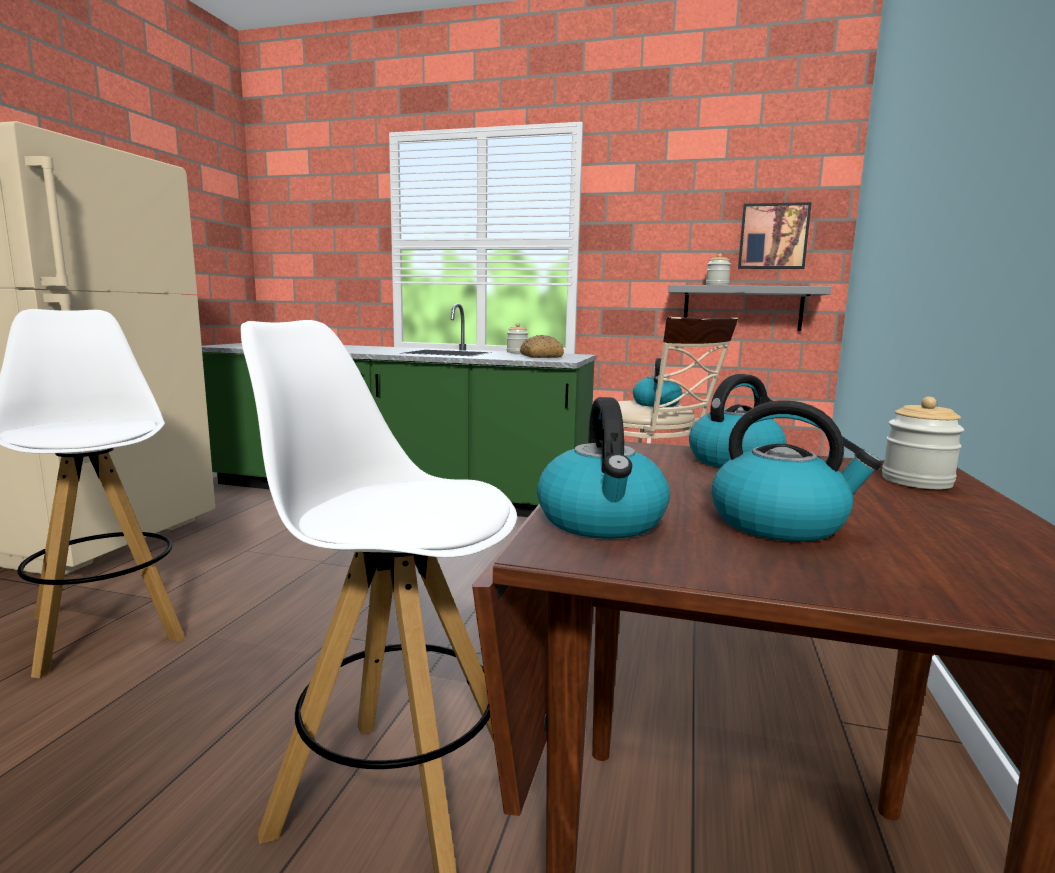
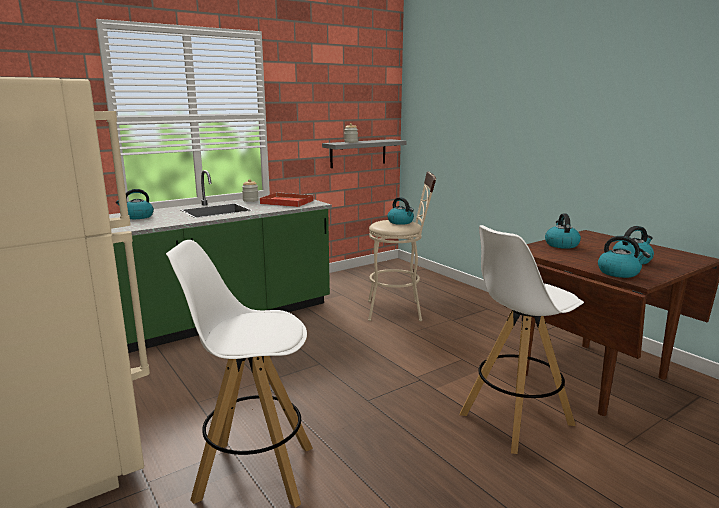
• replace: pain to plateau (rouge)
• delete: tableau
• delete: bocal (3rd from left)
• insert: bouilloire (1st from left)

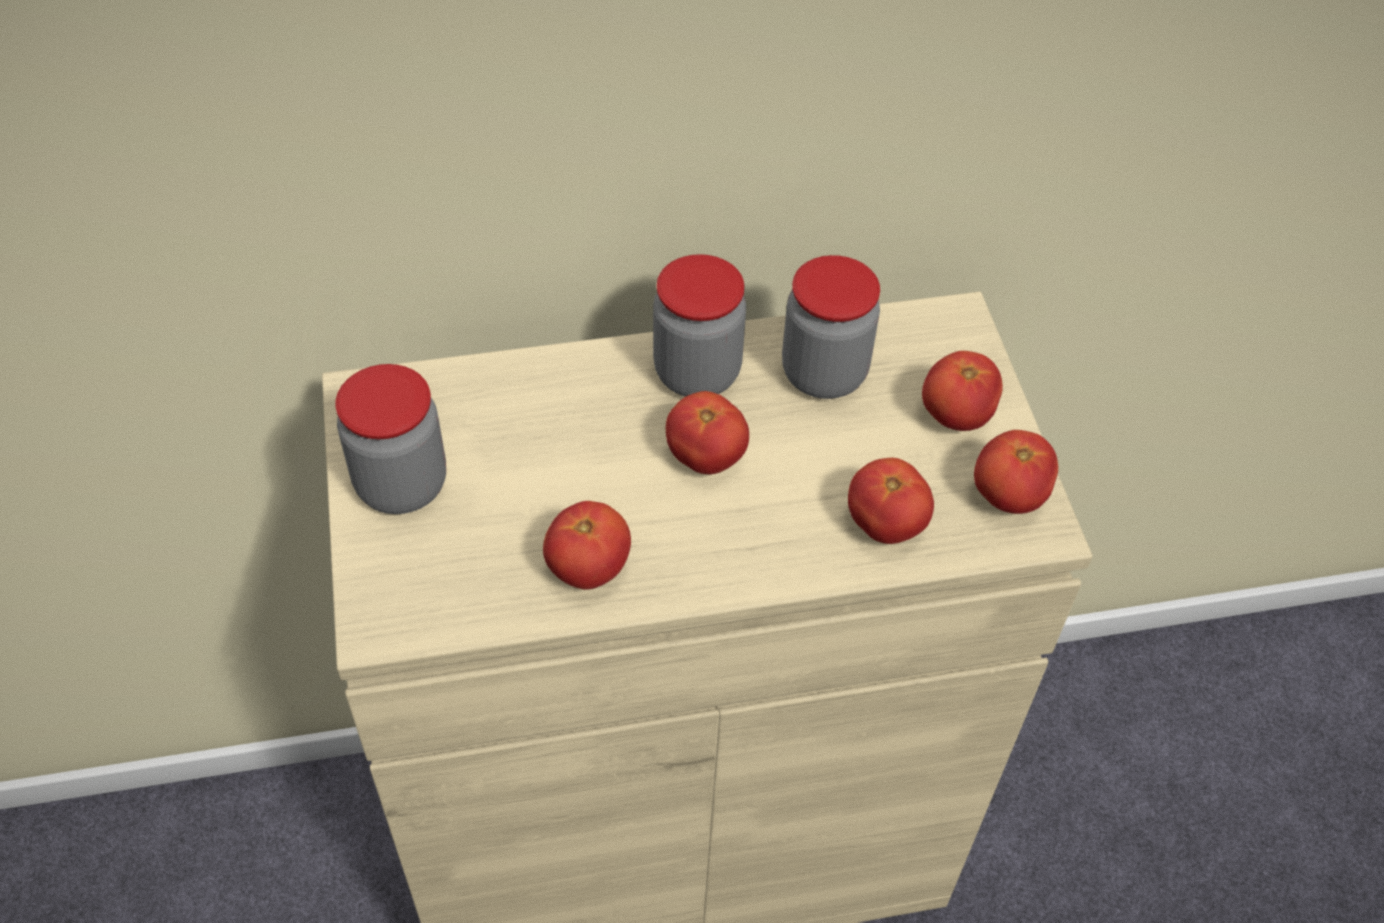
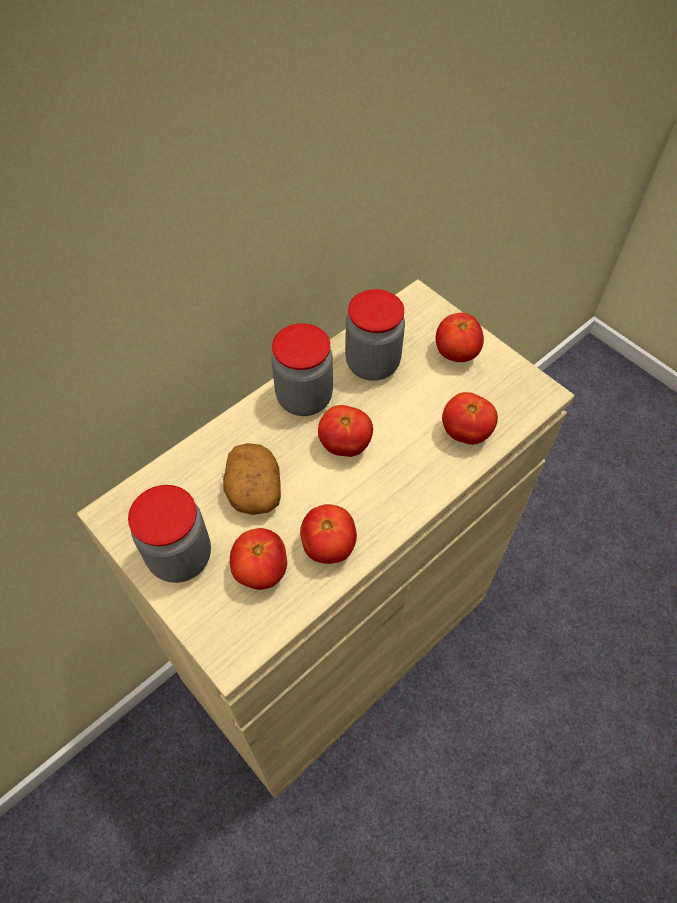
• move: tomate (5th from left in the first image) to tomate (1st from left)
• insert: pomme de terre

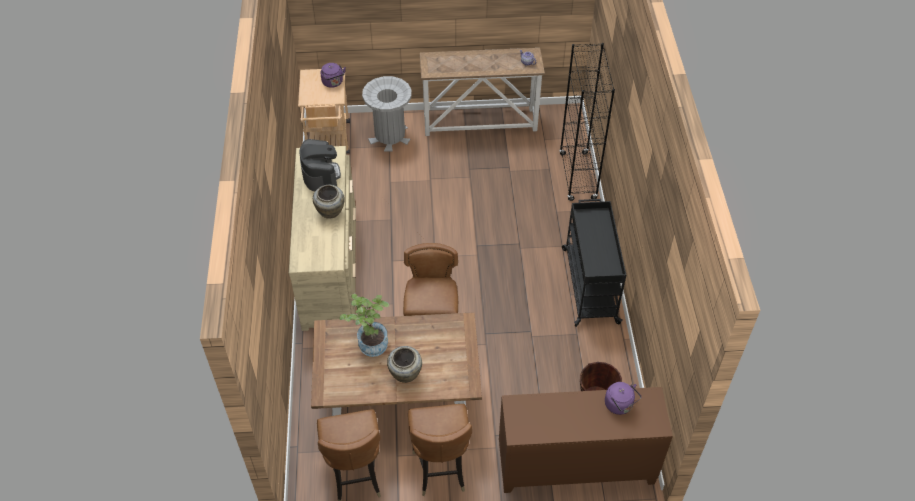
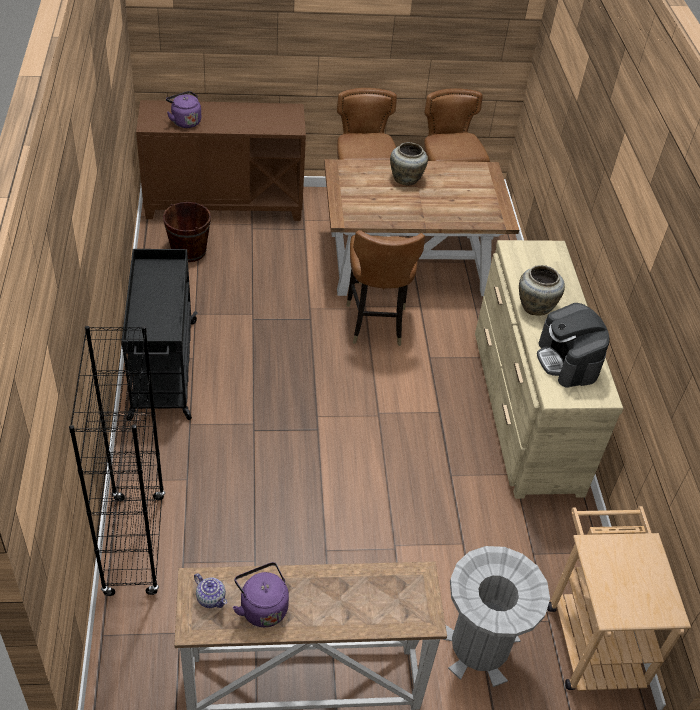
• move: bouilloire (violet) (1st from left in the first image) to bouilloire (violet) (2nd from left)
• delete: plante en pot

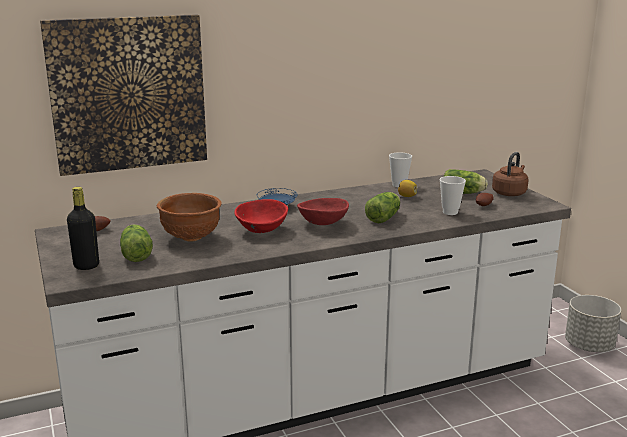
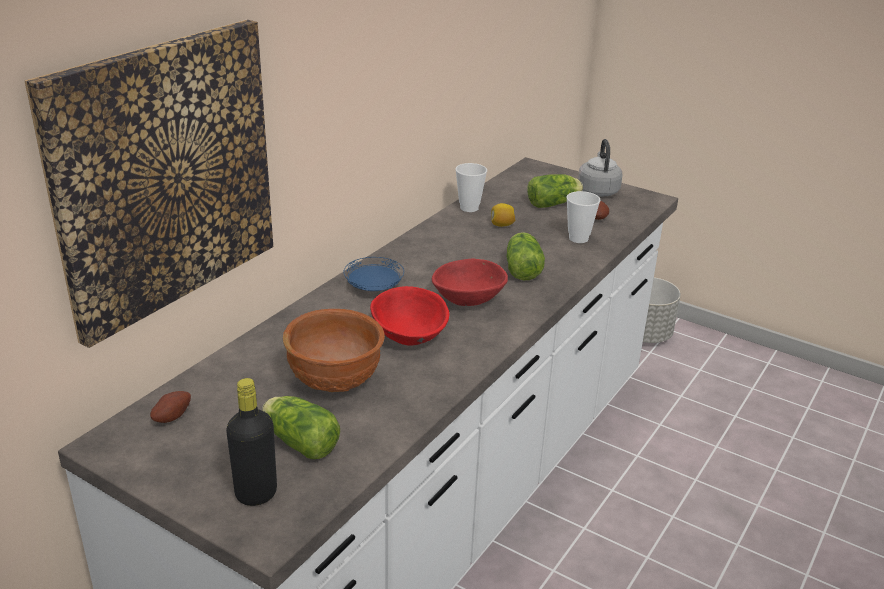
• recolor: bouilloire (marron) to bouilloire (gris)

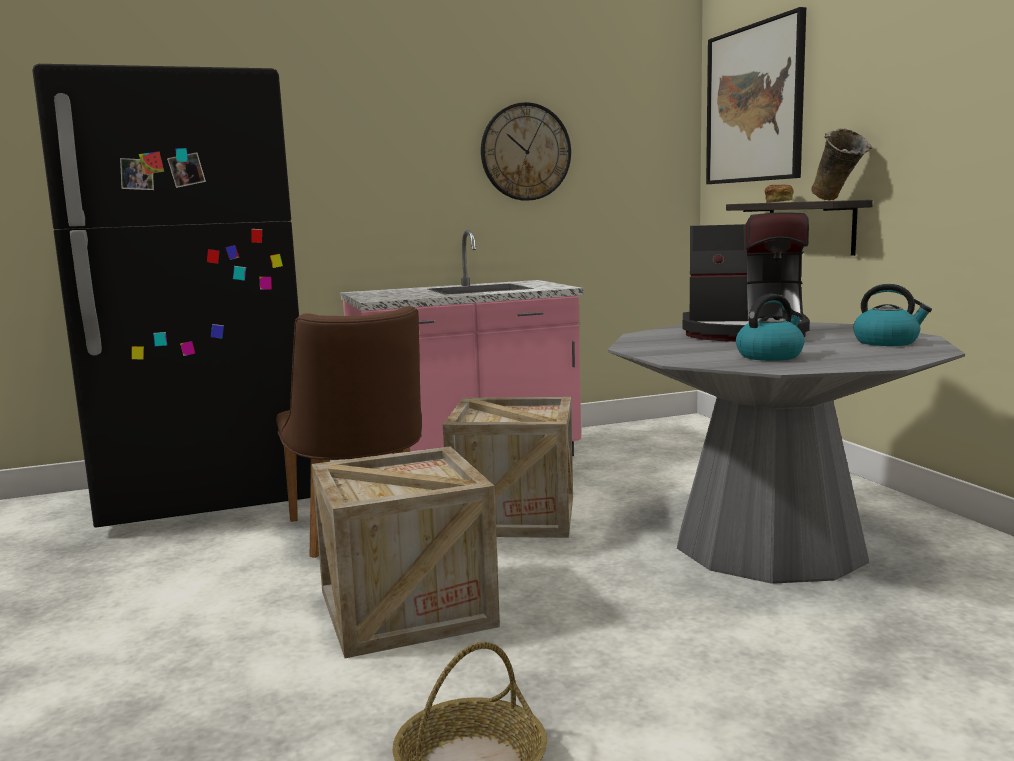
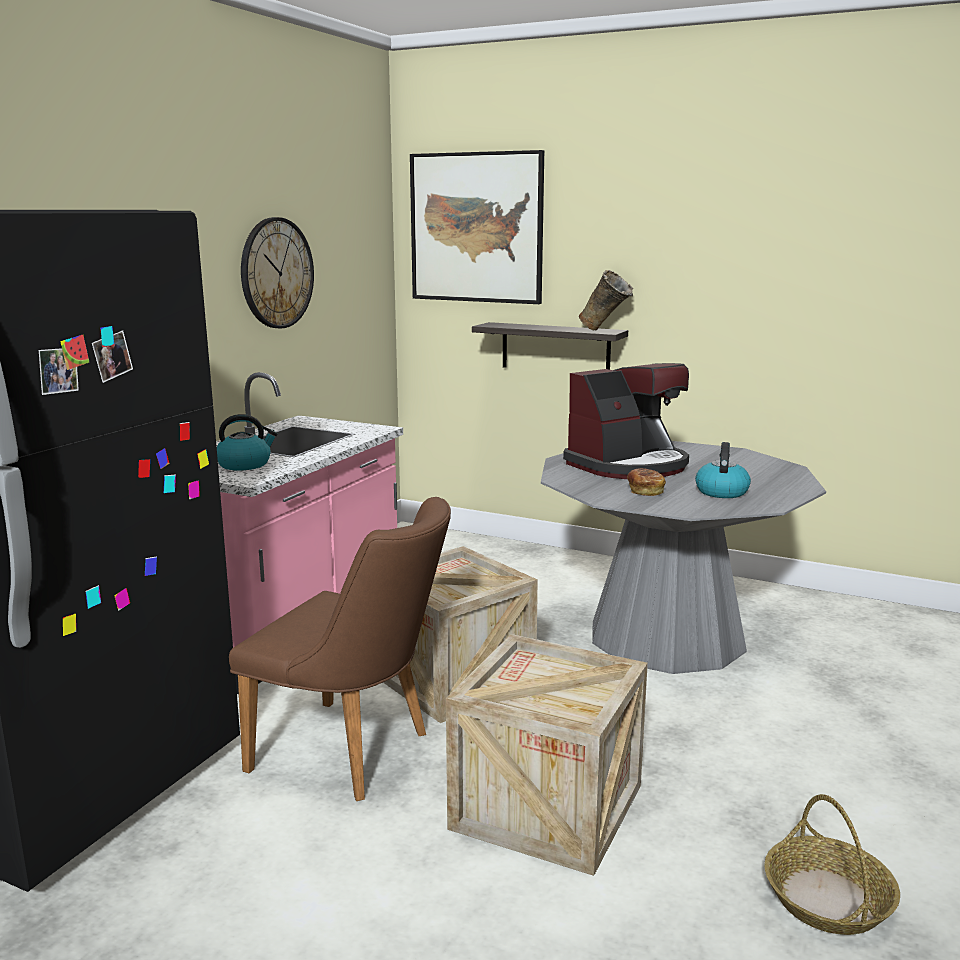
• move: pain
• move: bouilloire (2nd from left in the first image) to bouilloire (1st from left)

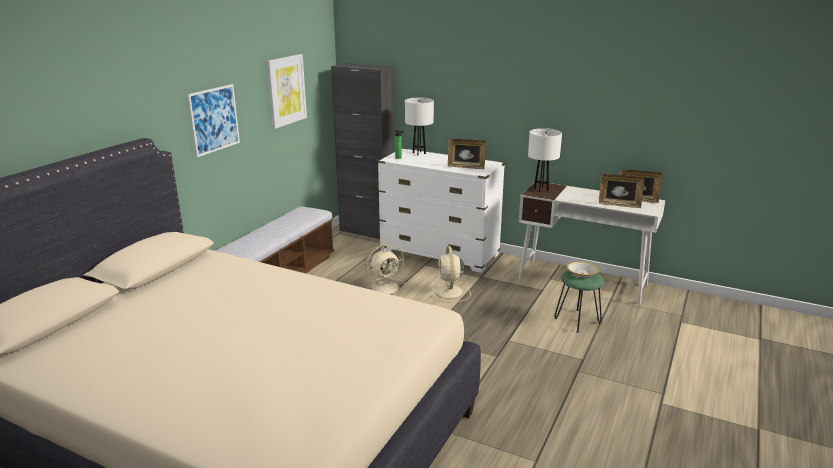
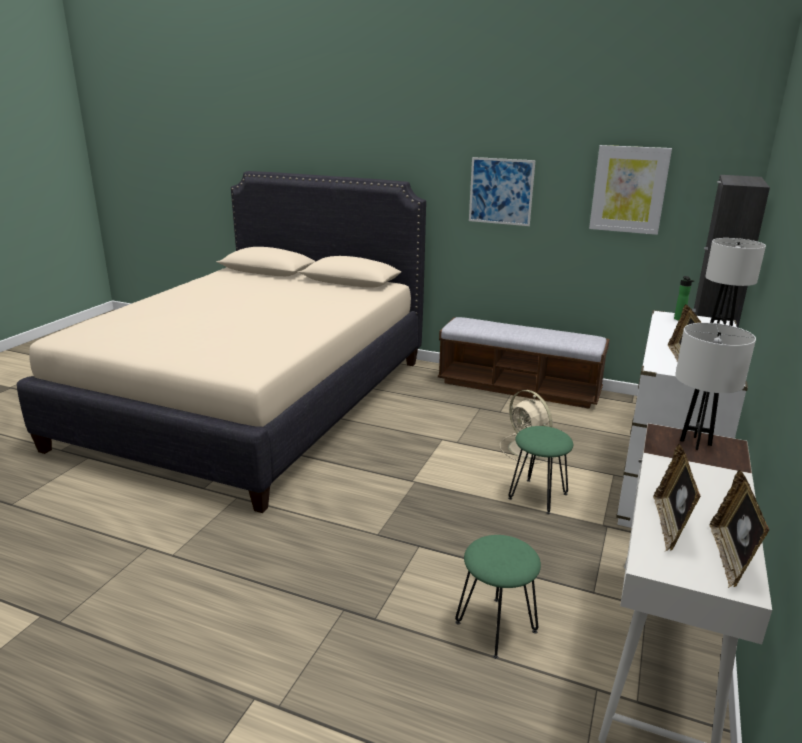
• replace: ventilateur (beige) (2nd from left) to tabouret (vert) (2nd from left)
• delete: bol

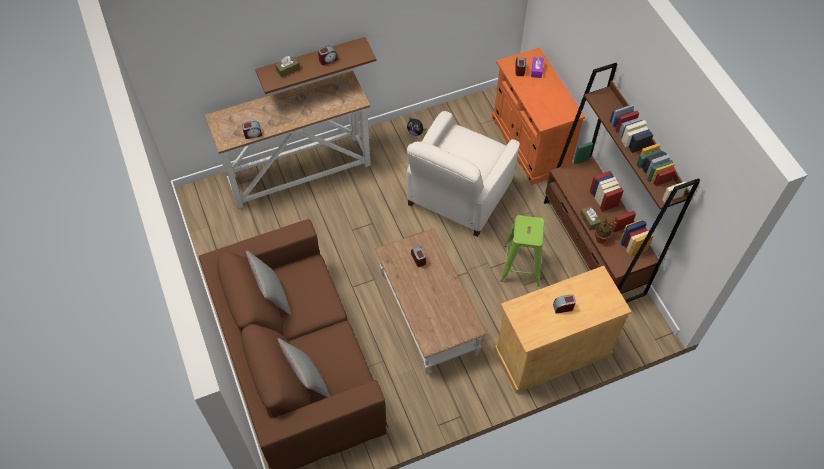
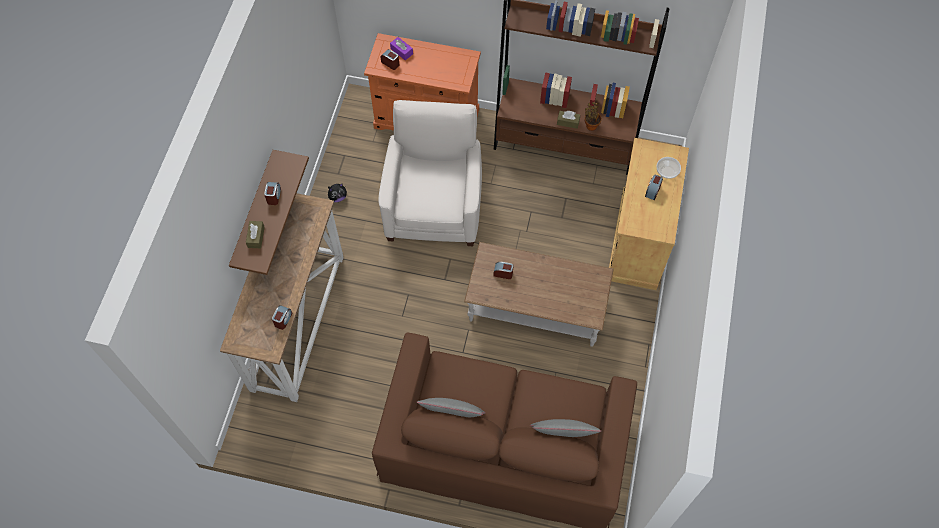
• rotate: fauteuil (blanc) 150 degrees counterclockwise
• delete: tabouret (vert)
• insert: bol

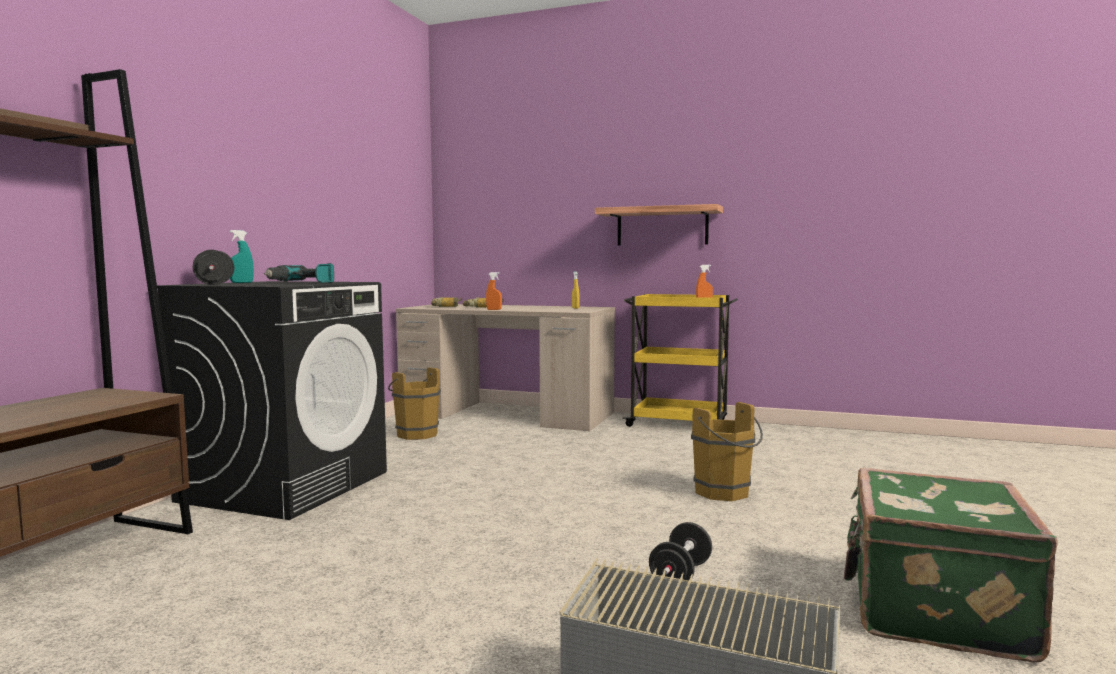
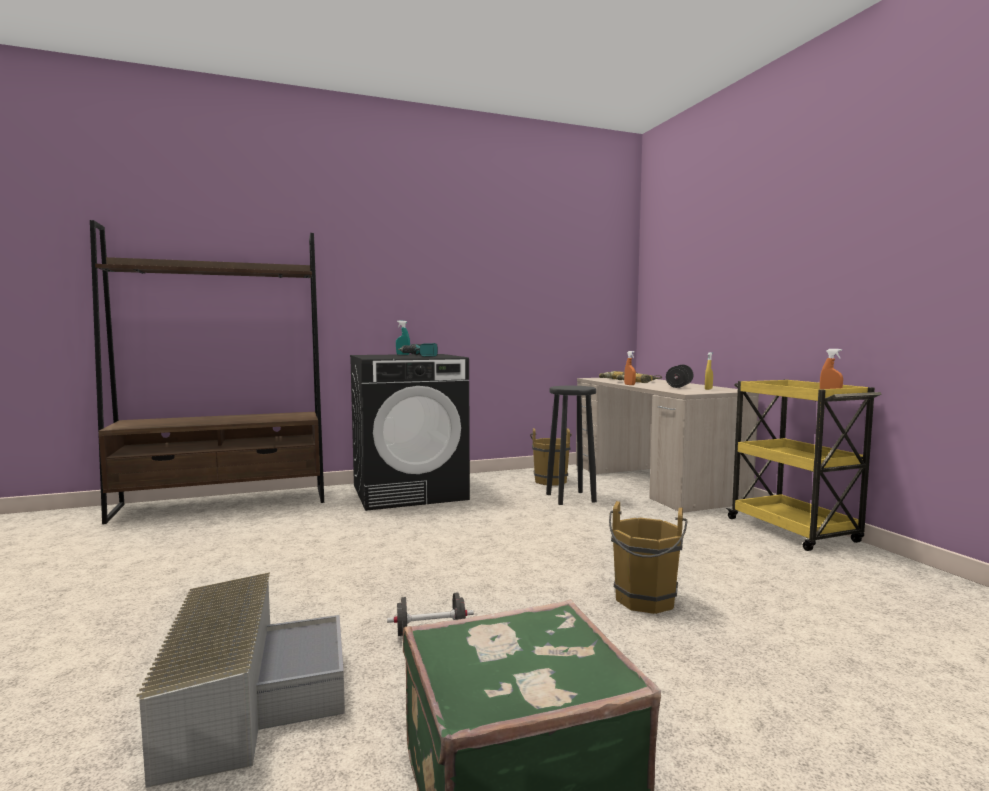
• move: haltère (noir) (1st from left in the first image) to haltère (noir) (2nd from left)
• delete: étagère
• insert: tabouret (noir)

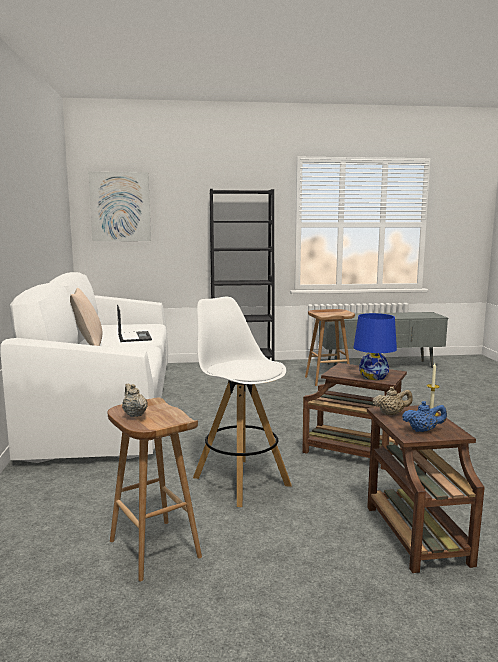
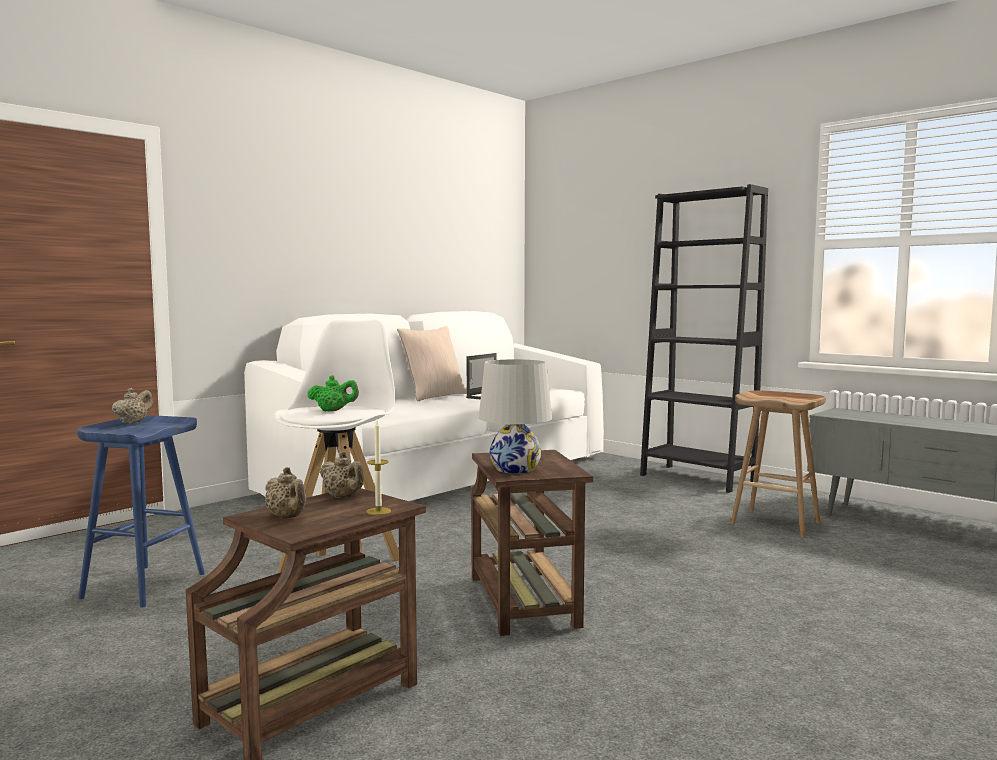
• delete: tableau
• recolor: tabouret (marron) (1st from left) to tabouret (bleu)
• recolor: lampe de table (bleu) to lampe de table (blanc)
• recolor: théière (bleu) to théière (beige) (2nd from left)
• insert: théière (vert)

